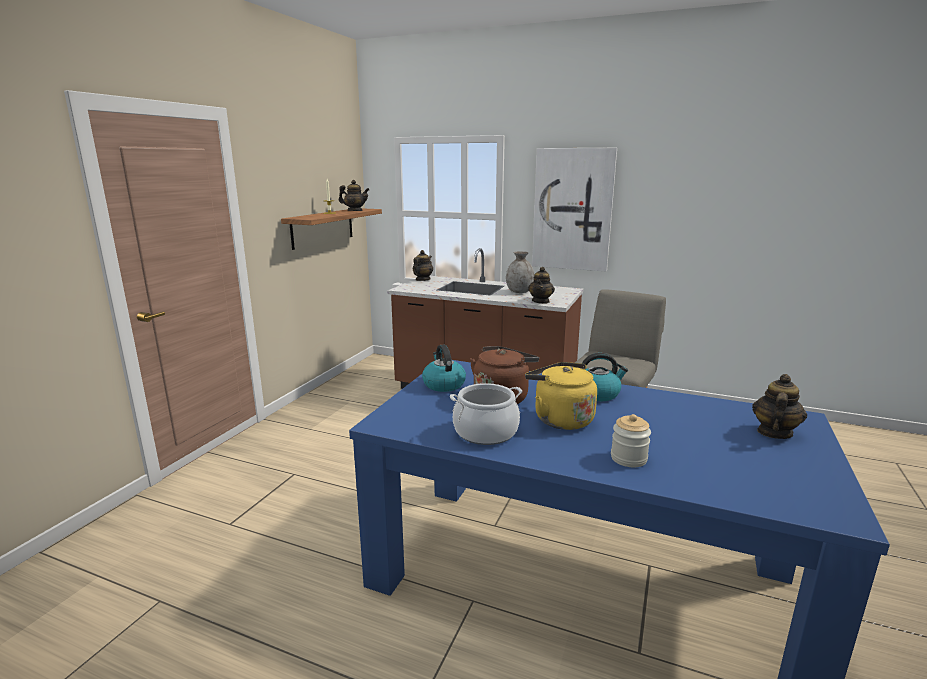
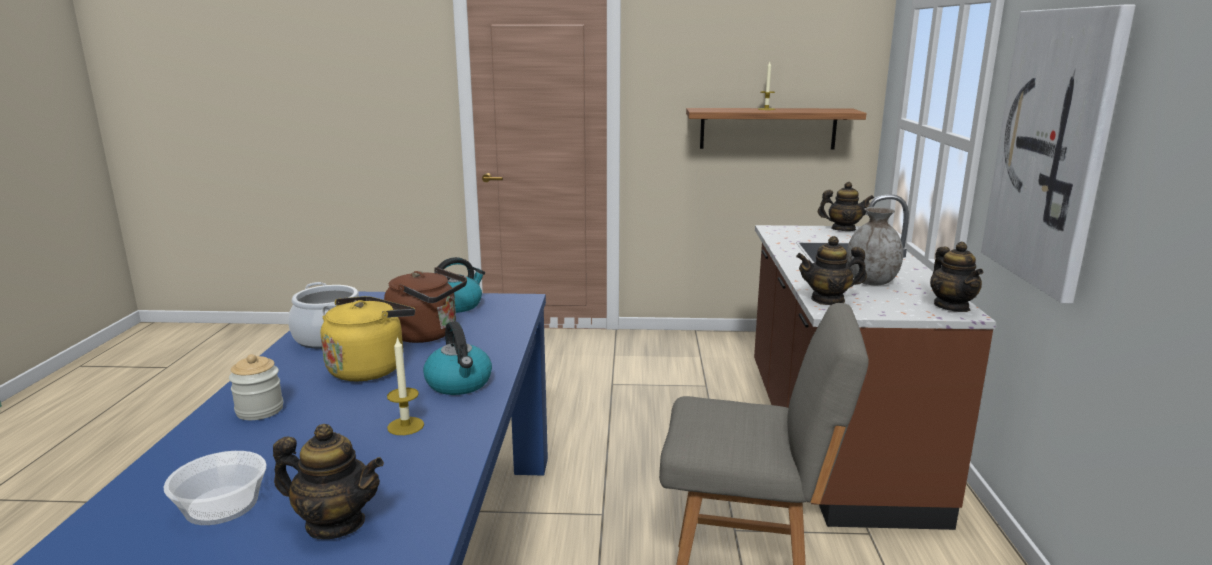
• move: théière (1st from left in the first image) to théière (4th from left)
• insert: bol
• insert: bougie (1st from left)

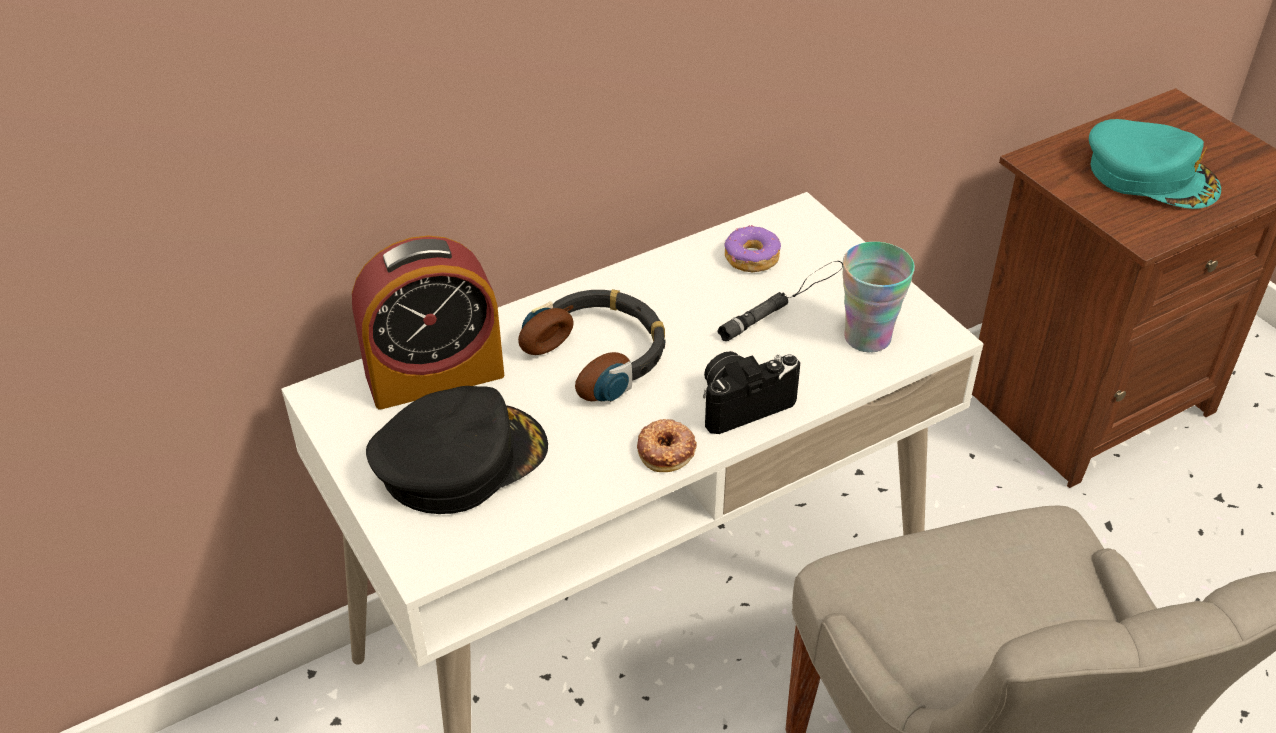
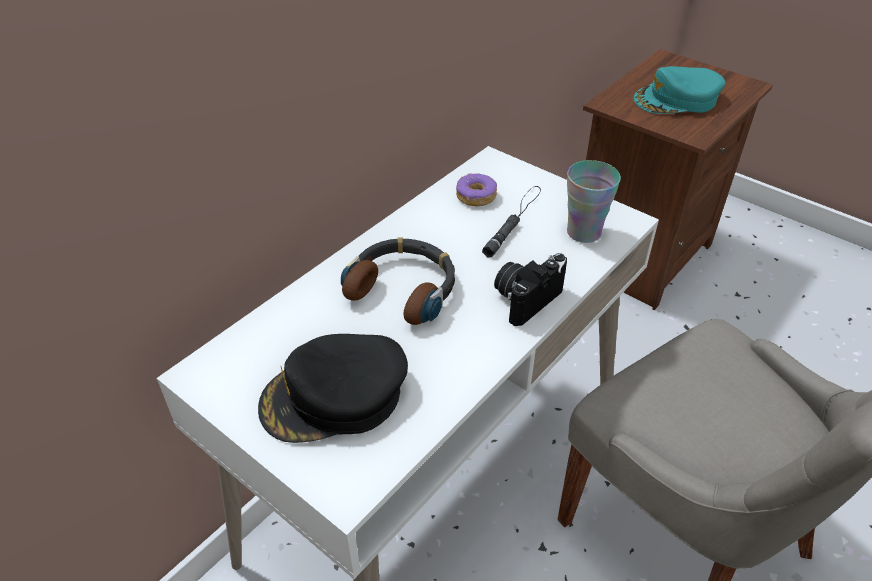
• delete: réveil
• rotate: casquette (noir) 150 degrees counterclockwise
• delete: beignet (1st from left)
• rotate: casquette (turquoise) 150 degrees clockwise

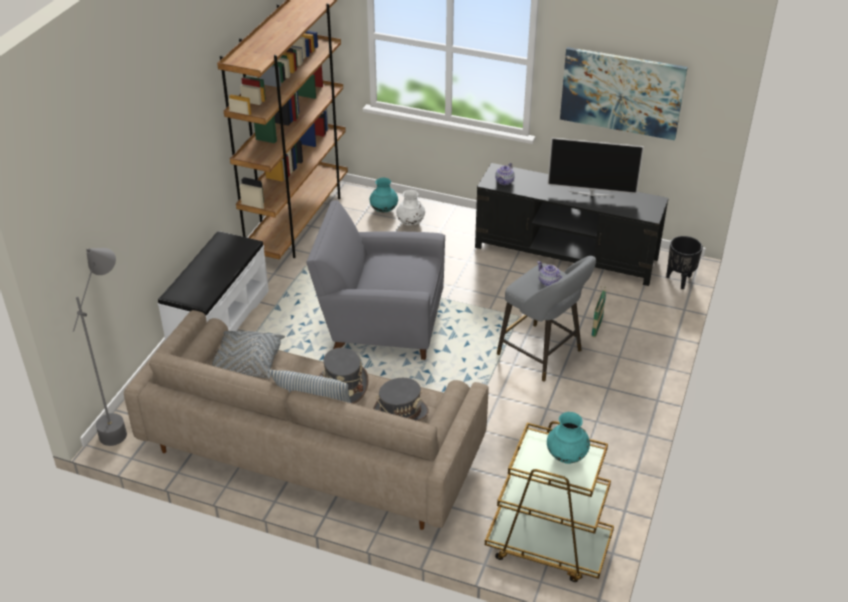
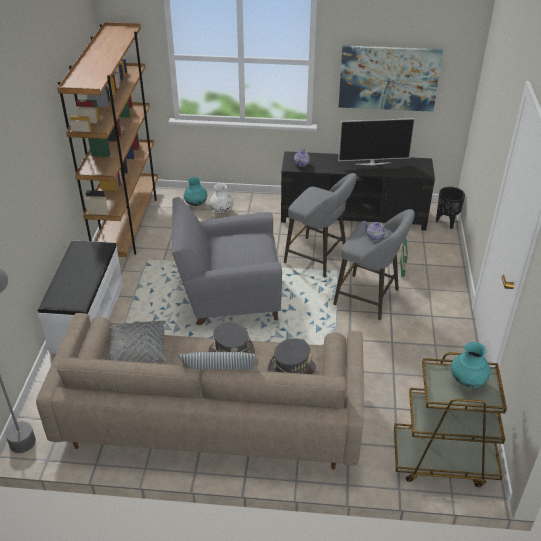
• insert: tabouret (gris) (1st from left)

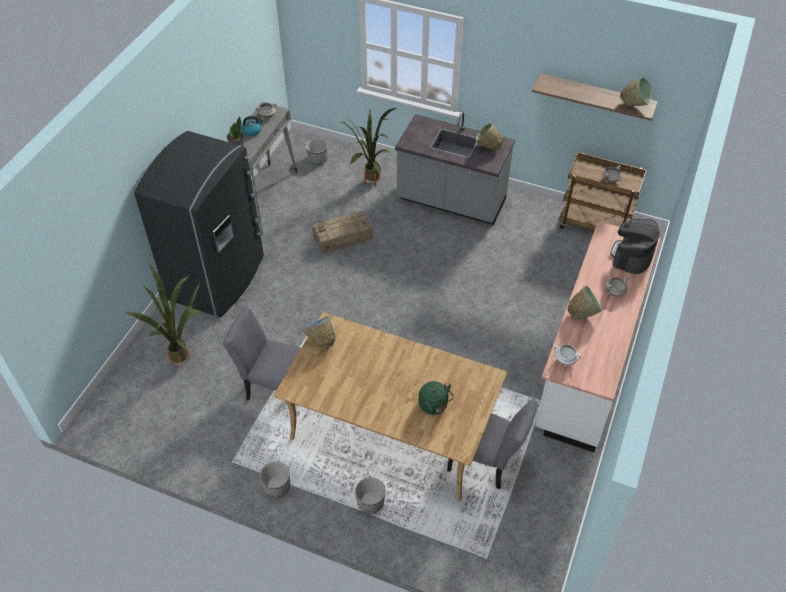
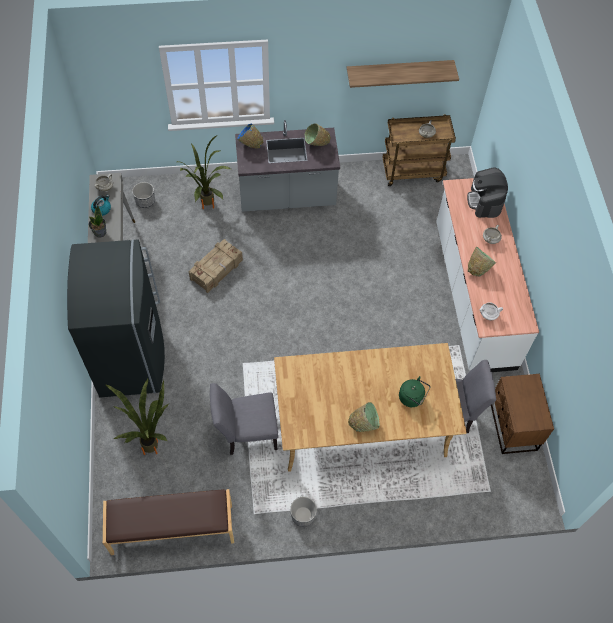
• move: bol (bleu)
• delete: cache-pot (3rd from left)
• move: bol (vert) (3rd from left in the first image) to bol (vert) (2nd from left)
• insert: banc (marron)
• insert: table de chevet (marron)

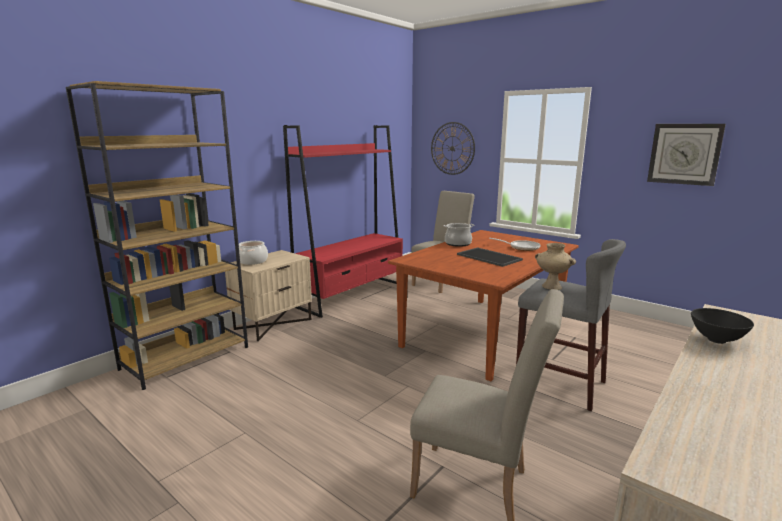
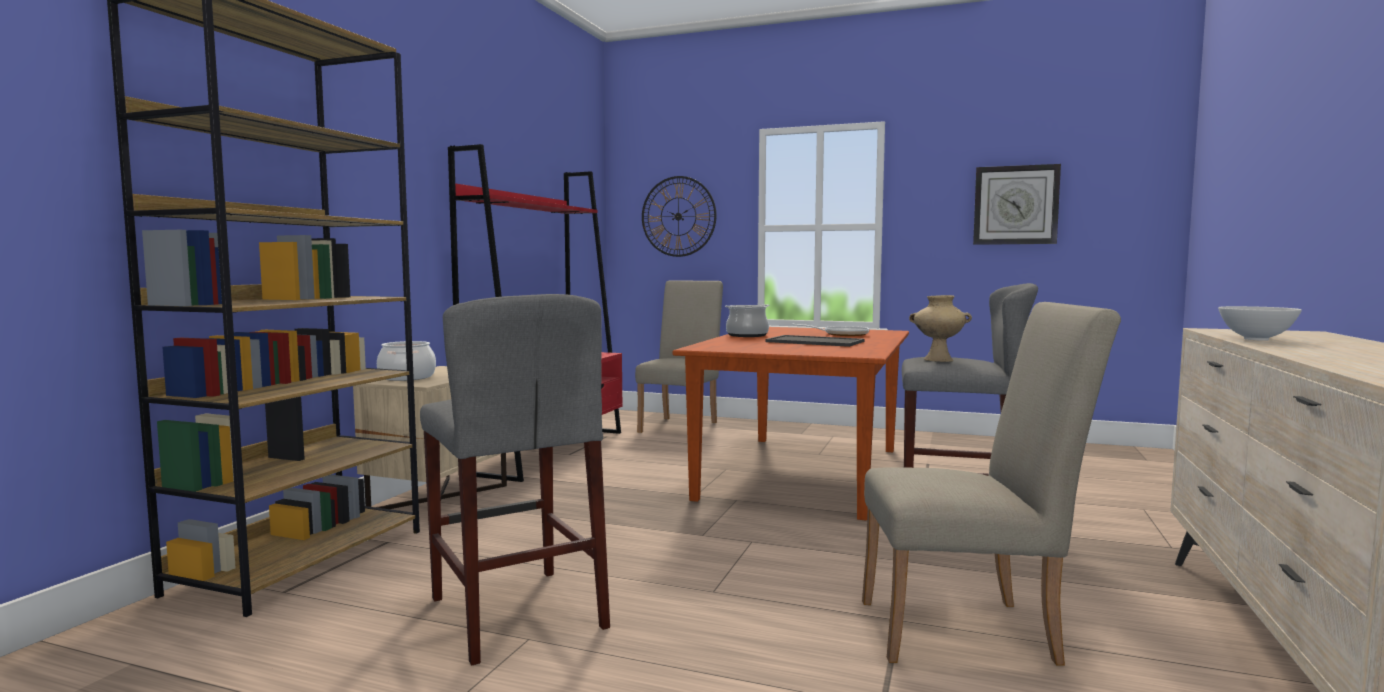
• recolor: bol (noir) to bol (blanc)
• insert: tabouret (gris) (1st from left)

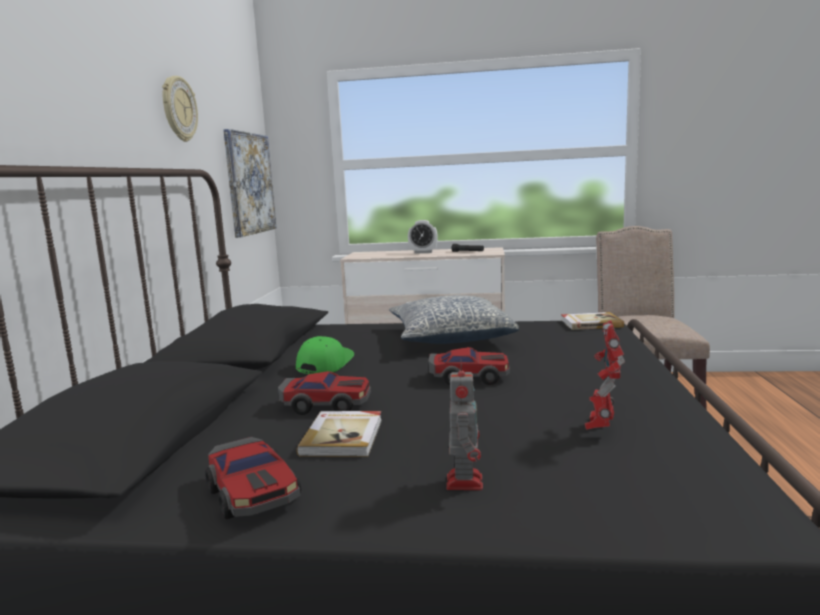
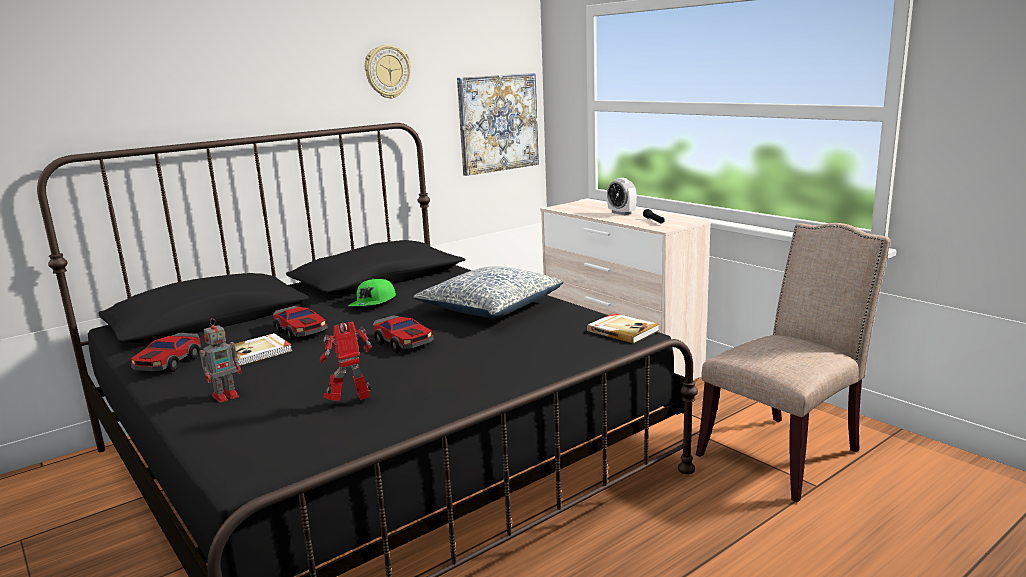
• rotate: casquette (vert) 135 degrees clockwise

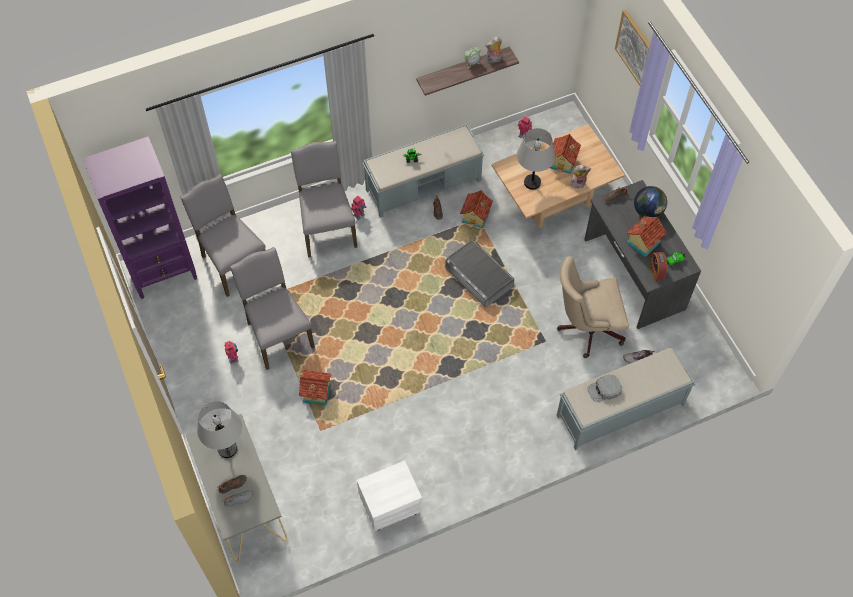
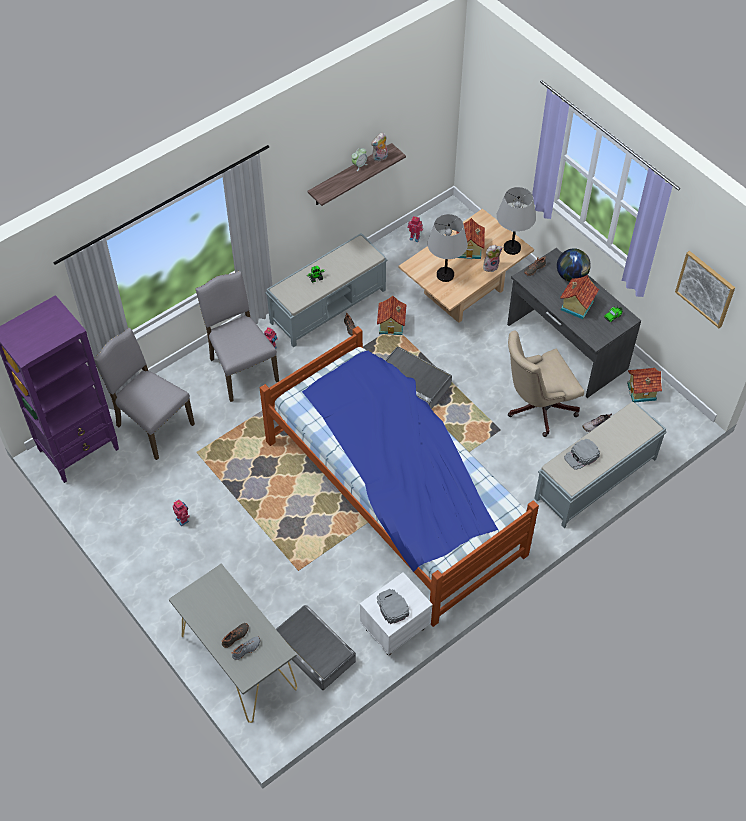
• move: lampe de table (gris) (1st from left in the first image) to lampe de table (gris) (2nd from left)
• delete: chaise (gris) (2nd from left)
• move: maison miniature (1st from left in the first image) to maison miniature (4th from left)
• move: tableau
• delete: réveil (2nd from left)
• insert: lit
• insert: boîte de rangement (gris) (1st from left)
• insert: casquette (gris) (1st from left)

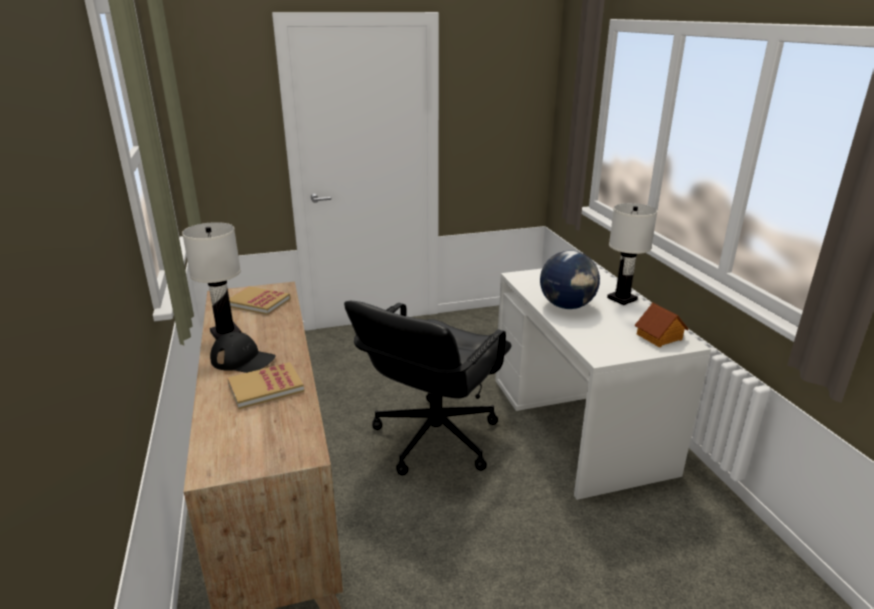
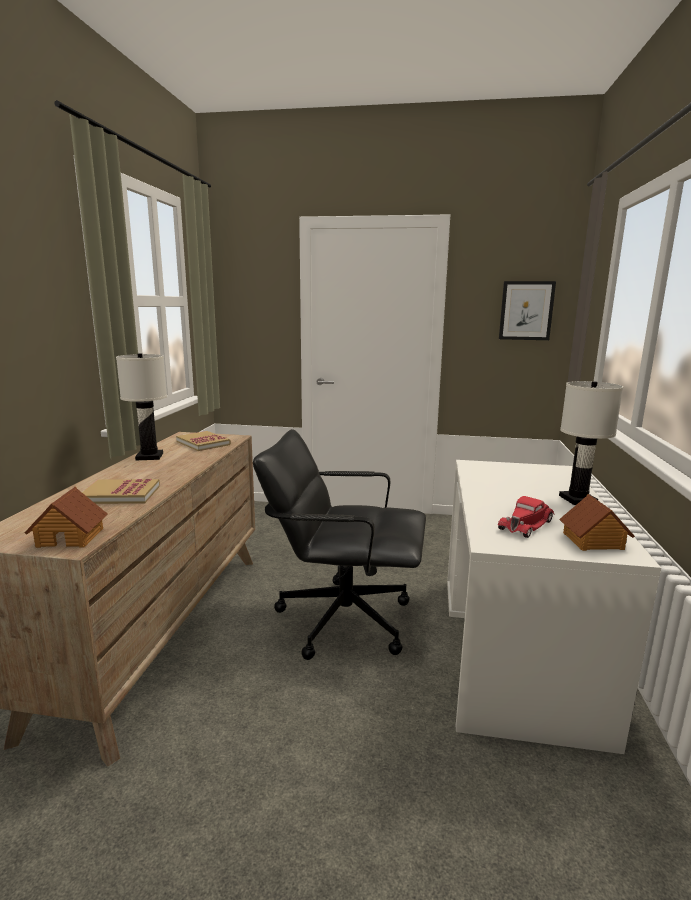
• delete: casquette (noir)
• rotate: chaise de bureau (noir) 45 degrees clockwise
• delete: globe
• insert: maison miniature (1st from left)
• insert: petite voiture (rouge)
• insert: tableau

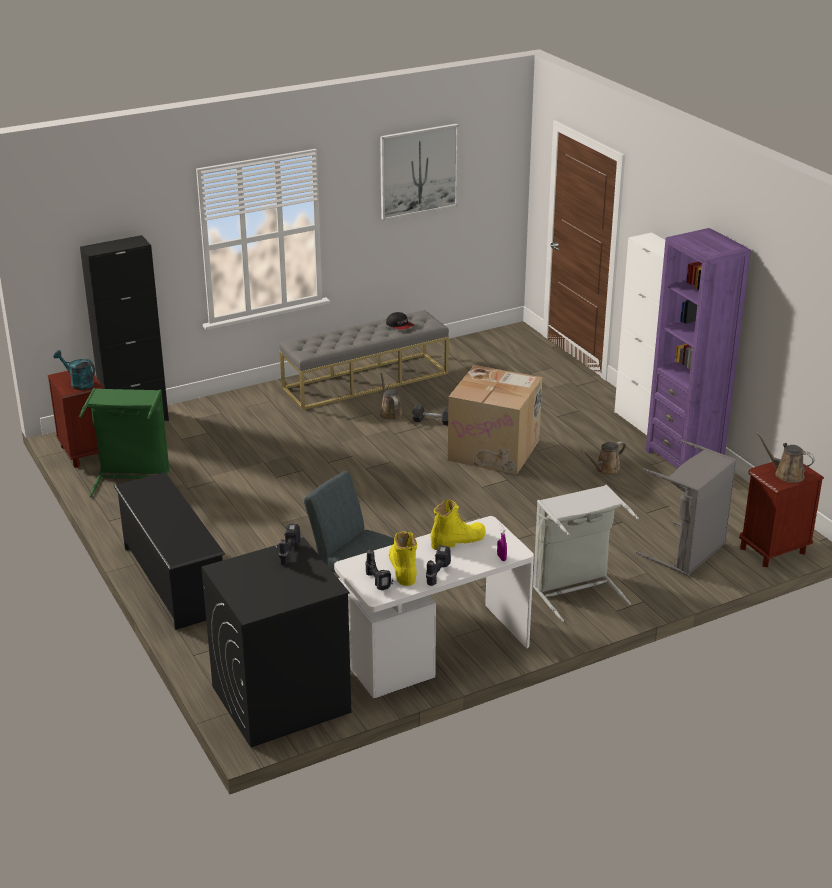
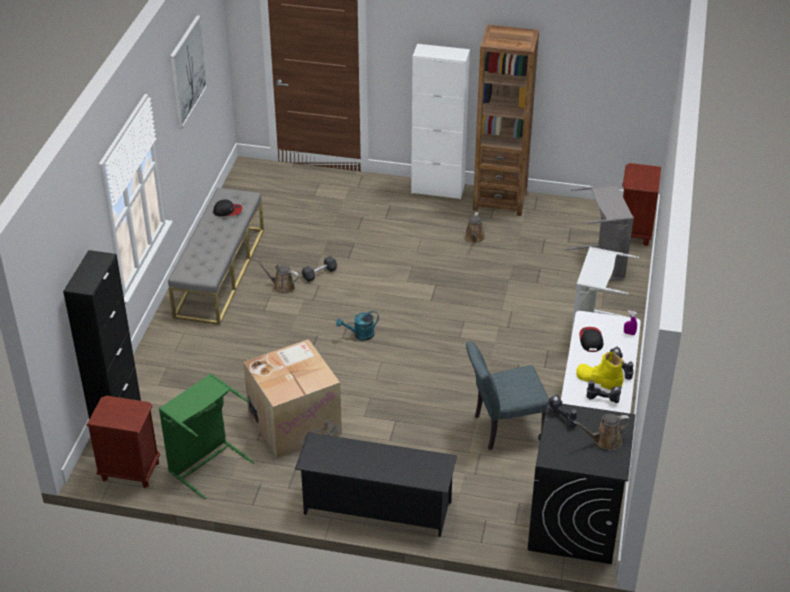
• move: arrosoir (turquoise)
• replace: botte (jaune) (2nd from left) to casquette (2nd from left)
• move: carton
• recolor: bibliothèque (violet) to bibliothèque (marron)
• move: arrosoir (marron) (3rd from left)

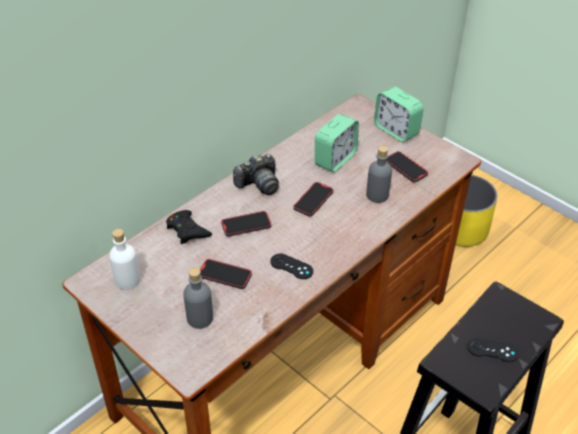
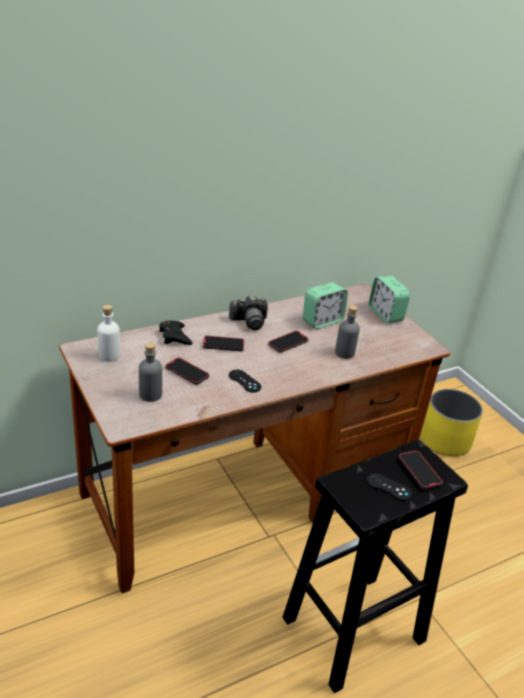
• move: téléphone (4th from left)

